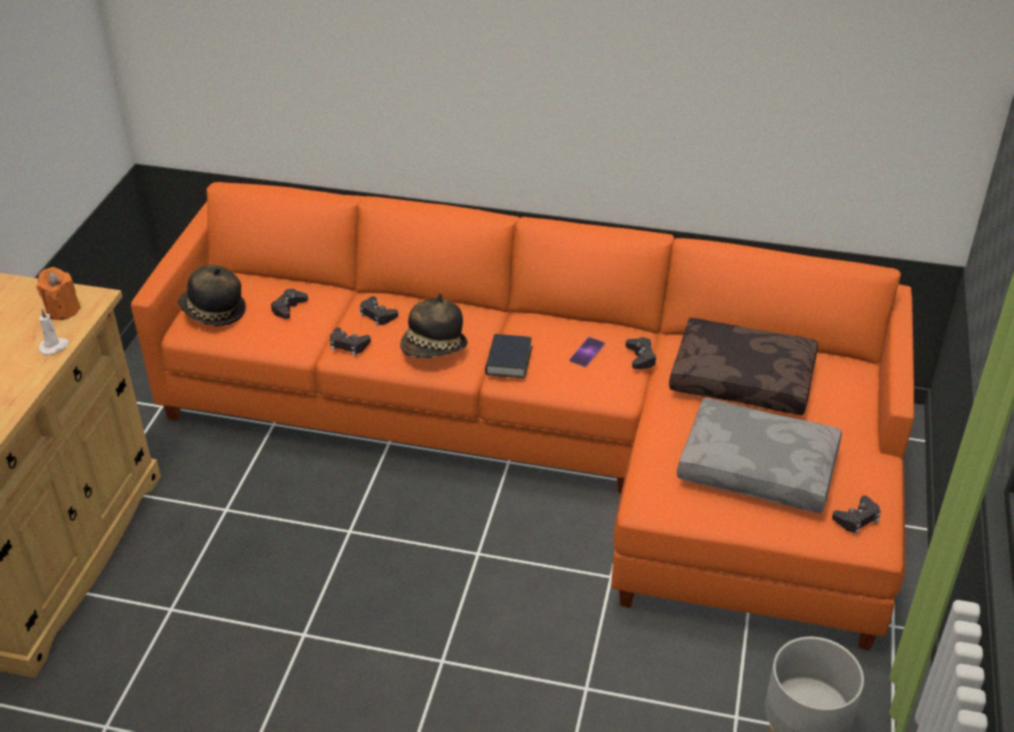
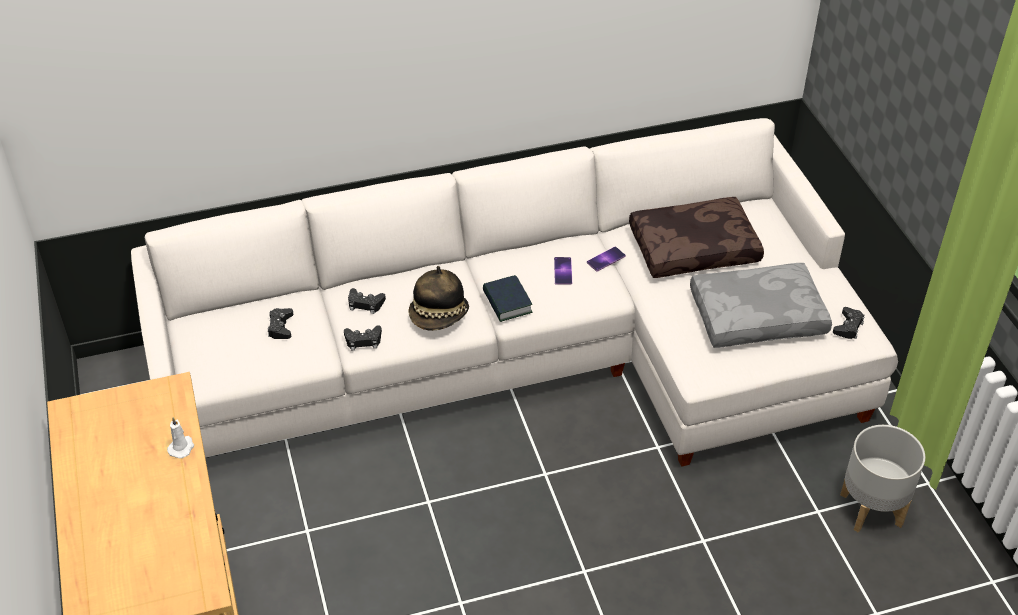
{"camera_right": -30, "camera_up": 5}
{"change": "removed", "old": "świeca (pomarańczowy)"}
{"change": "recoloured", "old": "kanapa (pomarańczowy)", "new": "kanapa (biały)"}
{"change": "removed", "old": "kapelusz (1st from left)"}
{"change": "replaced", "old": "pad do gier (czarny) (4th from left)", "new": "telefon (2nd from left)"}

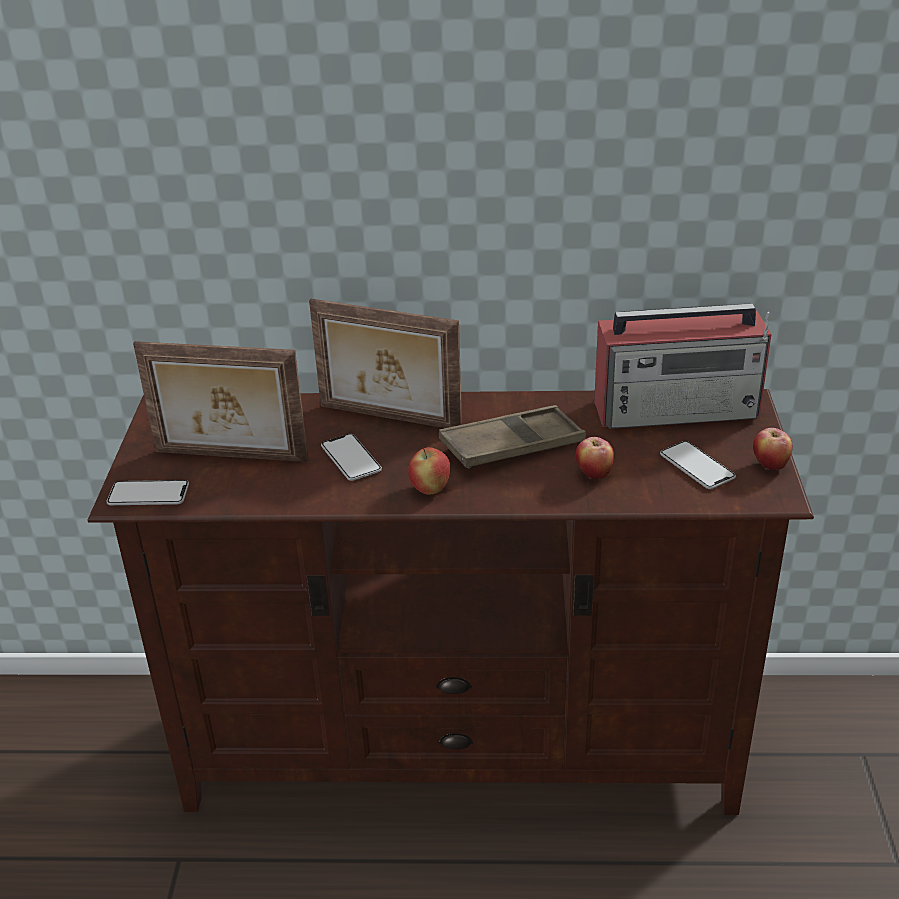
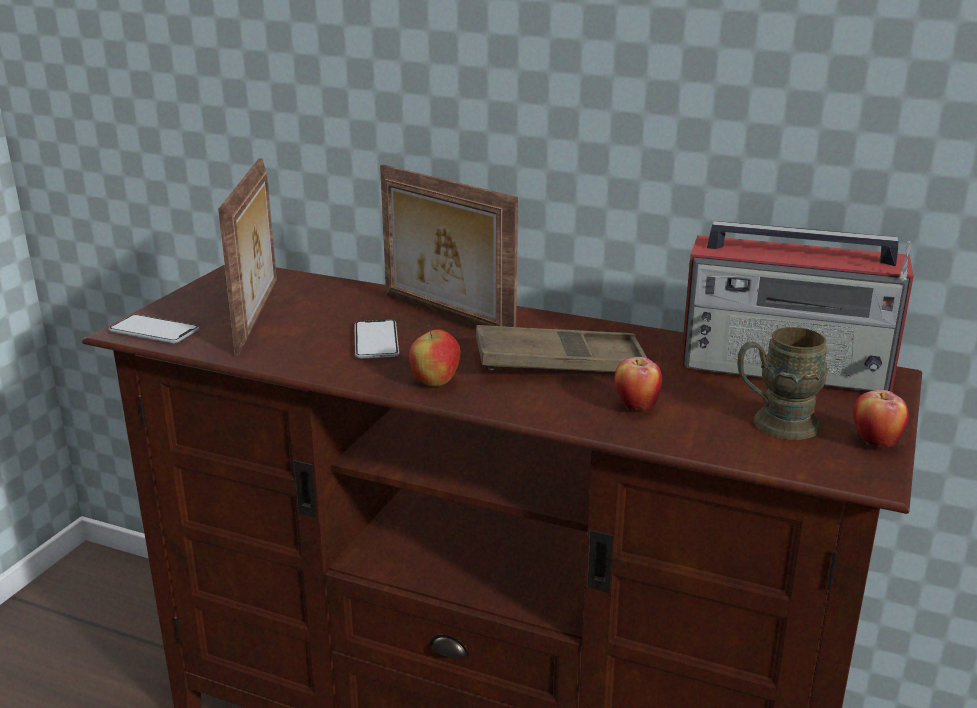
{"camera_right": 20, "camera_up": -10}
{"change": "turned", "old": "ramka na zdjęcie (1st from left)", "degrees": -120}
{"change": "replaced", "old": "telefon (3rd from left)", "new": "kubek (brązowy)"}

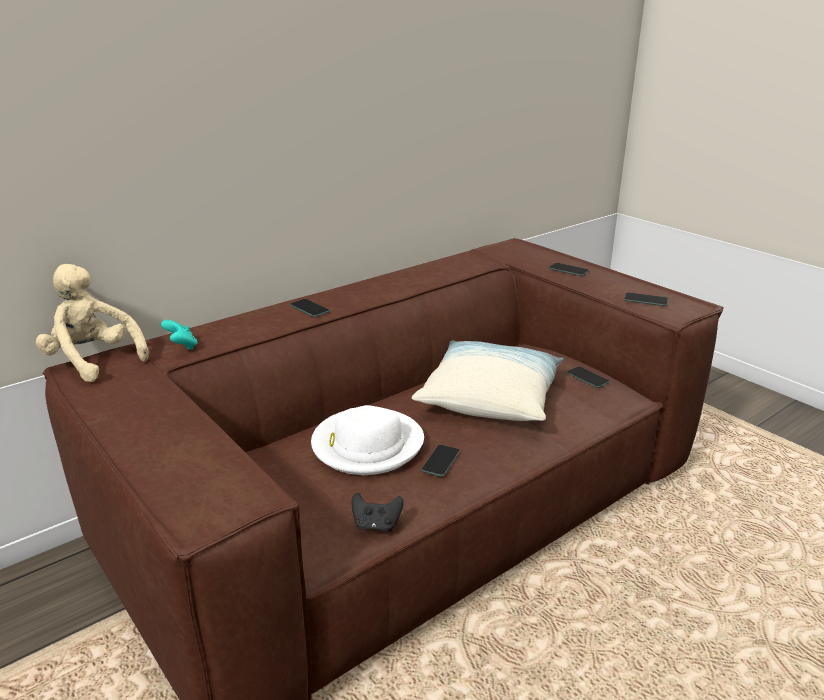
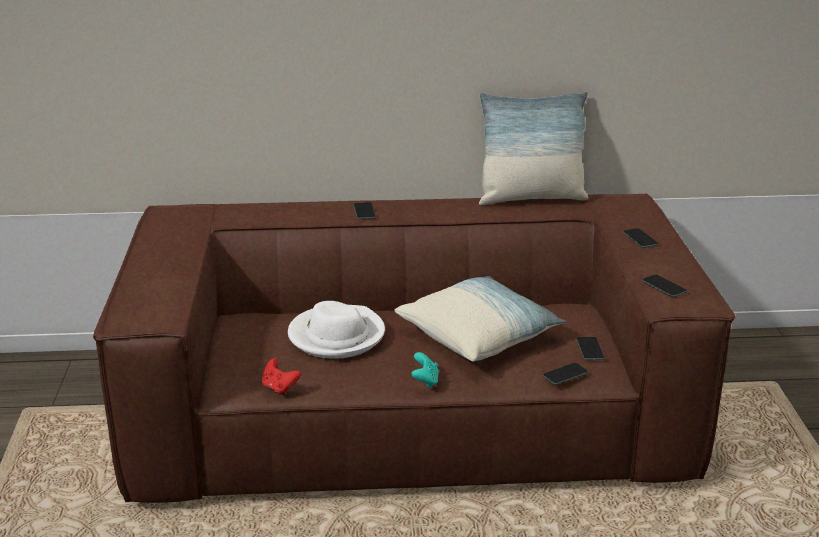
{"camera_right": 35, "camera_up": 0}
{"change": "removed", "old": "pluszak (beżowy)"}
{"change": "moved", "old": "pad do gier (turkusowy)"}
{"change": "recoloured", "old": "pad do gier (czarny)", "new": "pad do gier (czerwony)"}
{"change": "moved", "old": "telefon (2nd from left)"}
{"change": "added", "new": "poduszka (2nd from left)"}

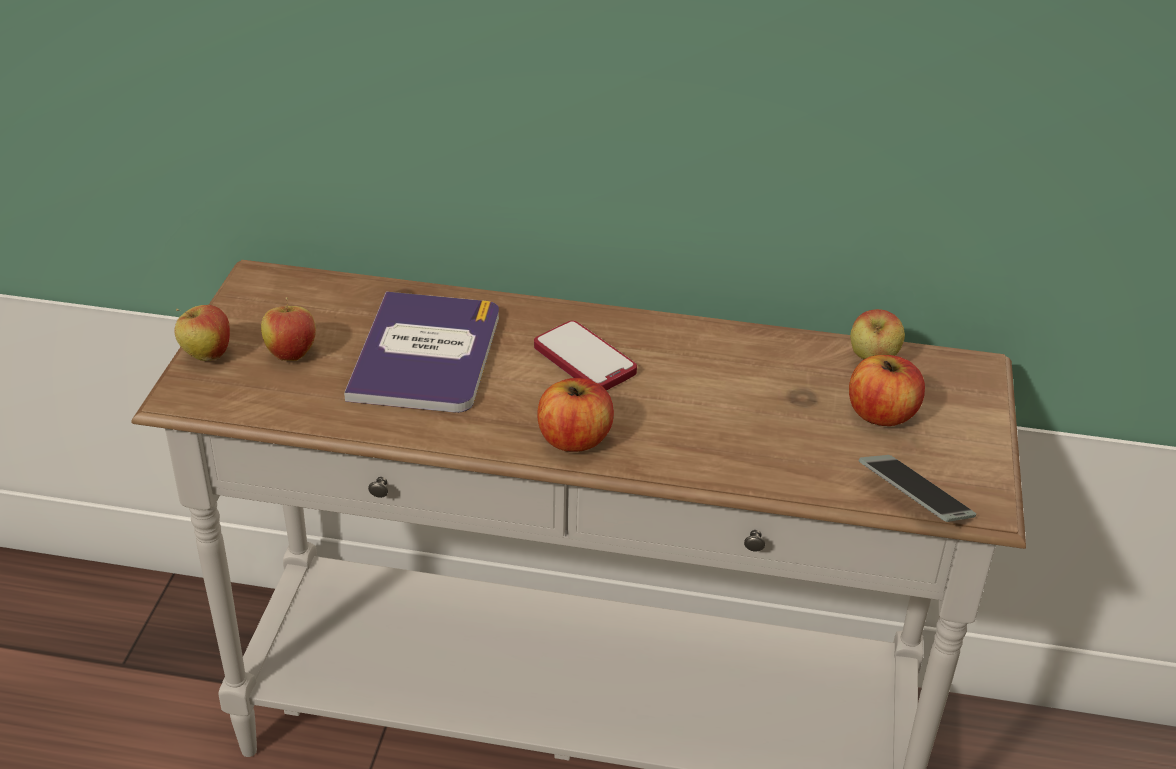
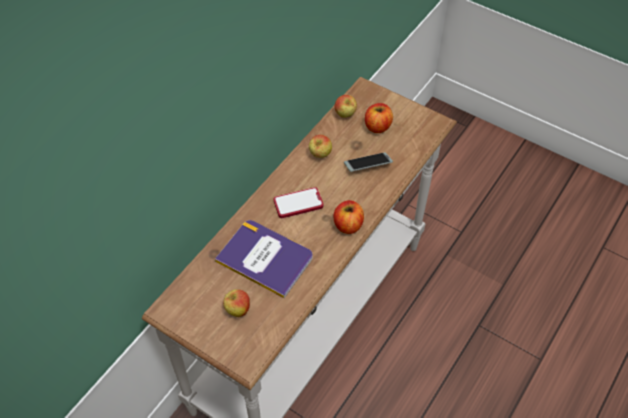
{"camera_right": -65, "camera_up": 15}
{"change": "moved", "old": "jabłko (1st from left in the first image)", "new": "jabłko (2nd from left)"}
{"change": "moved", "old": "telefon (2nd from left)"}

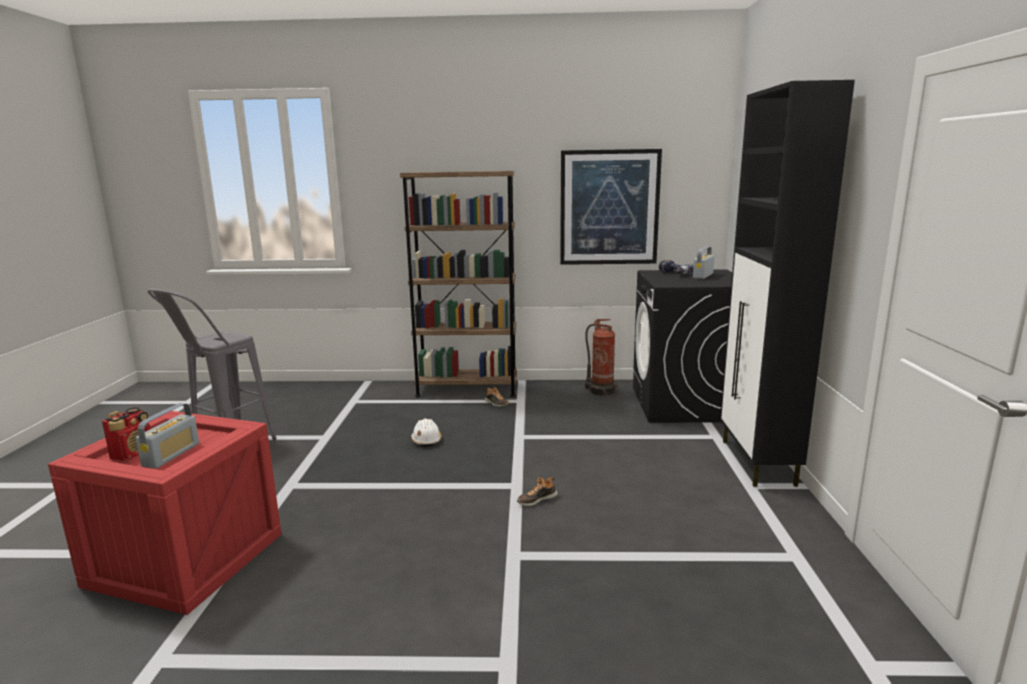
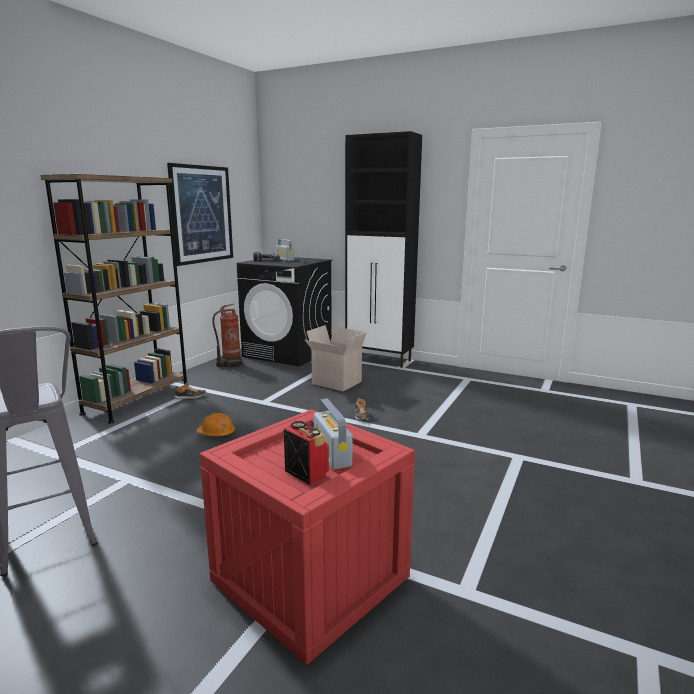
{"camera_right": -65, "camera_up": 0}
{"change": "turned", "old": "radio (2nd from left in the first image)", "degrees": -150}
{"change": "recoloured", "old": "kask (biały)", "new": "kask (pomarańczowy)"}
{"change": "added", "new": "karton"}

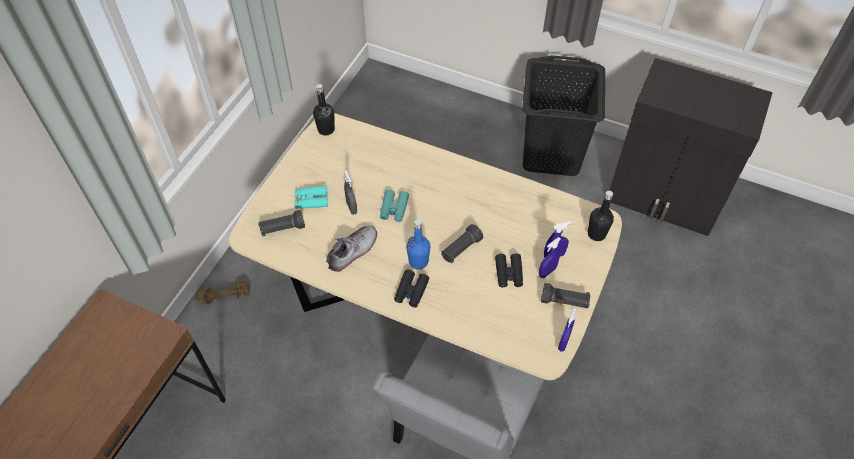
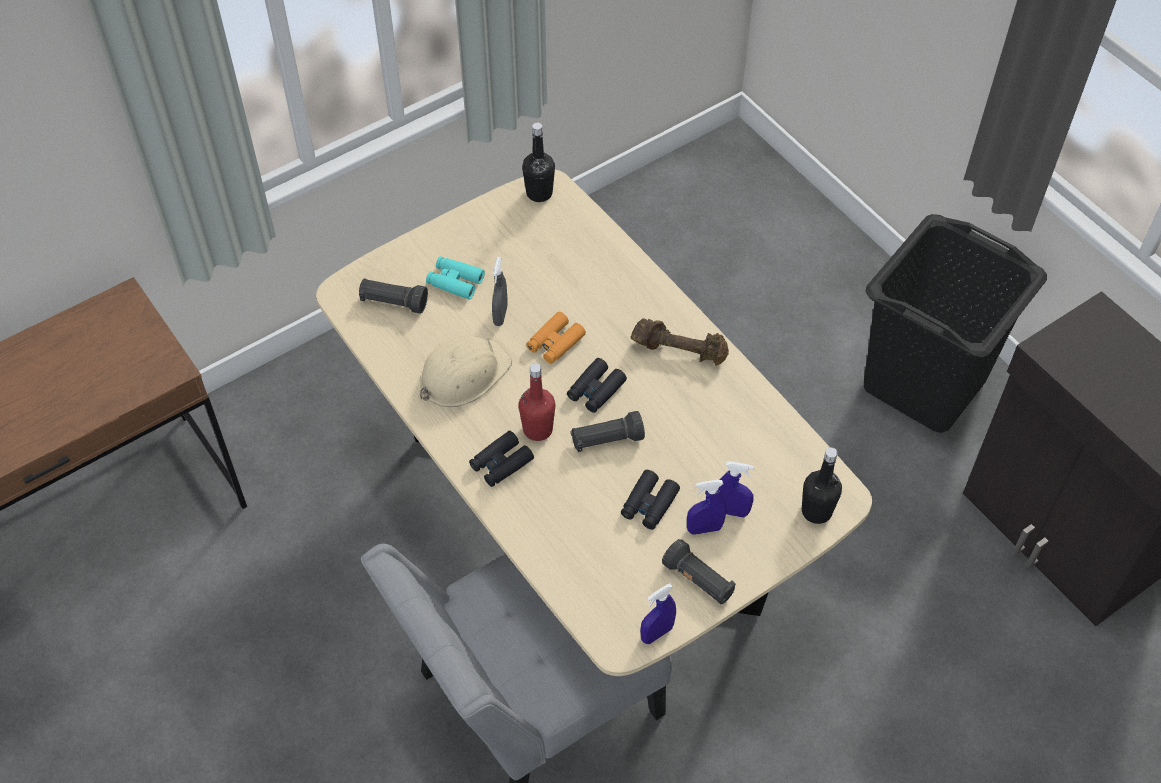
{"camera_right": 30, "camera_up": 0}
{"change": "moved", "old": "hantel (brązowy)"}
{"change": "replaced", "old": "but", "new": "kask (beżowy)"}
{"change": "recoloured", "old": "lornetka (turkusowy) (2nd from left)", "new": "lornetka (pomarańczowy)"}
{"change": "recoloured", "old": "butelka (niebieski)", "new": "butelka (czerwony)"}
{"change": "added", "new": "lornetka (czarny) (2nd from left)"}

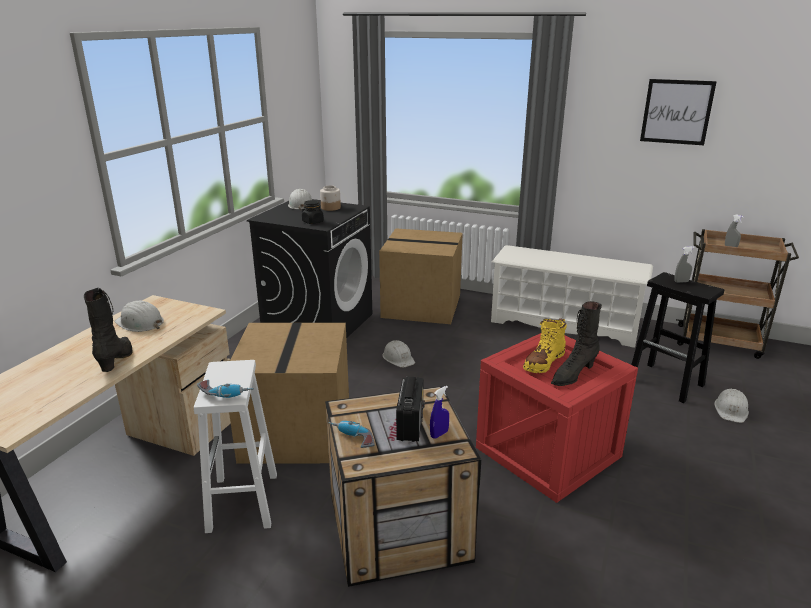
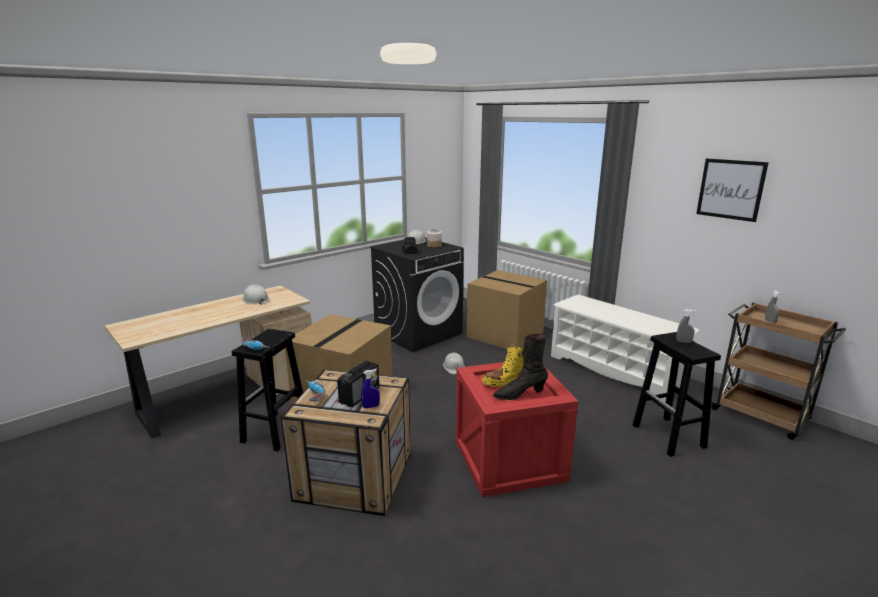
{"camera_right": 25, "camera_up": -5}
{"change": "removed", "old": "but z cholewką (czarny) (1st from left)"}
{"change": "recoloured", "old": "stołek (biały)", "new": "stołek (czarny) (1st from left)"}
{"change": "removed", "old": "kask (biały) (4th from left)"}

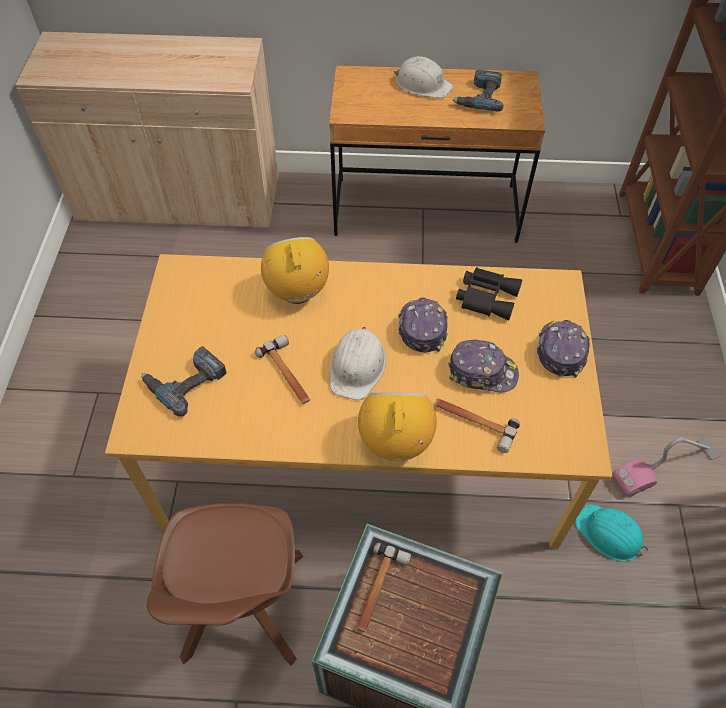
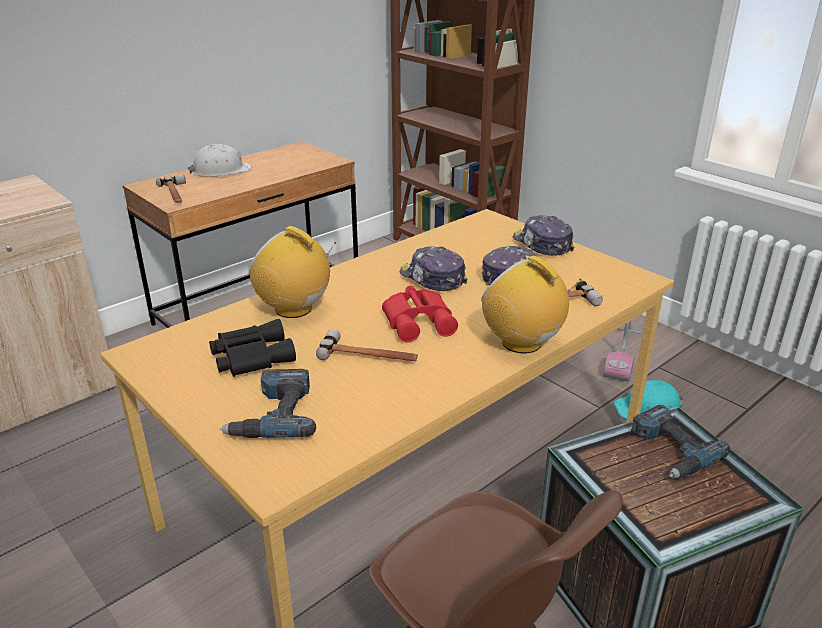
{"camera_right": -45, "camera_up": -25}
{"change": "replaced", "old": "kask (biały) (1st from left)", "new": "lornetka (czerwony)"}
{"change": "moved", "old": "młotek (2nd from left in the first image)", "new": "młotek (1st from left)"}
{"change": "moved", "old": "wiertarka (2nd from left)"}
{"change": "moved", "old": "lornetka (czarny)"}

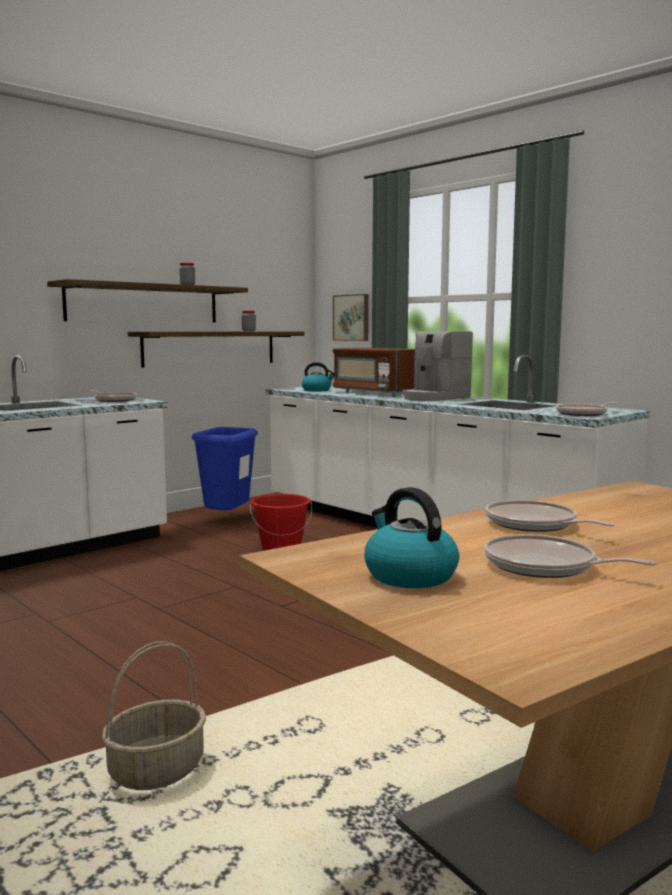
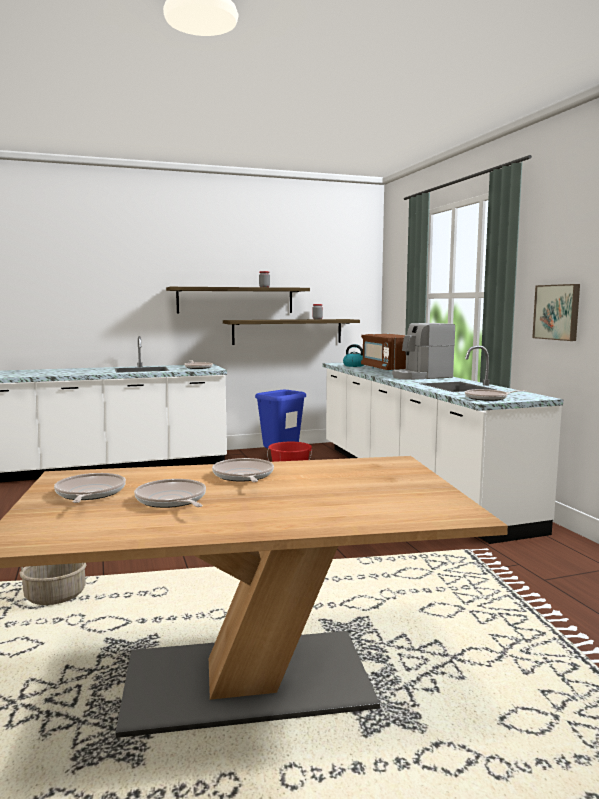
{"camera_right": 25, "camera_up": 0}
{"change": "moved", "old": "obraz"}
{"change": "replaced", "old": "czajnik (2nd from left)", "new": "patelnia (1st from left)"}

